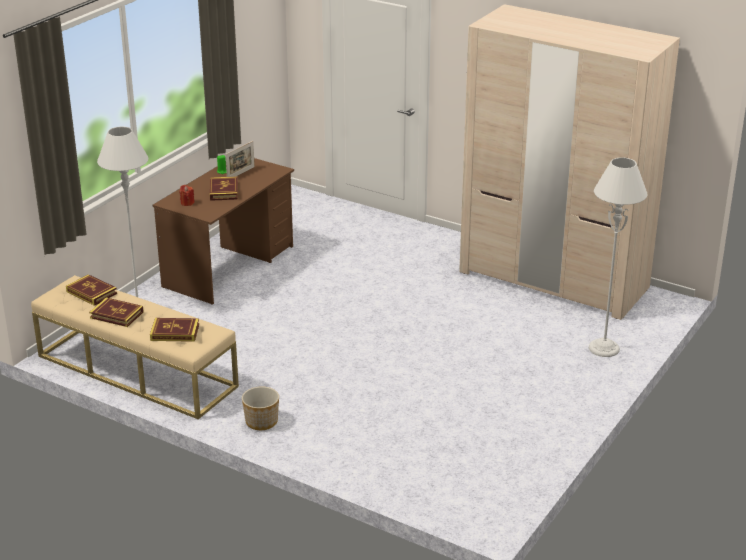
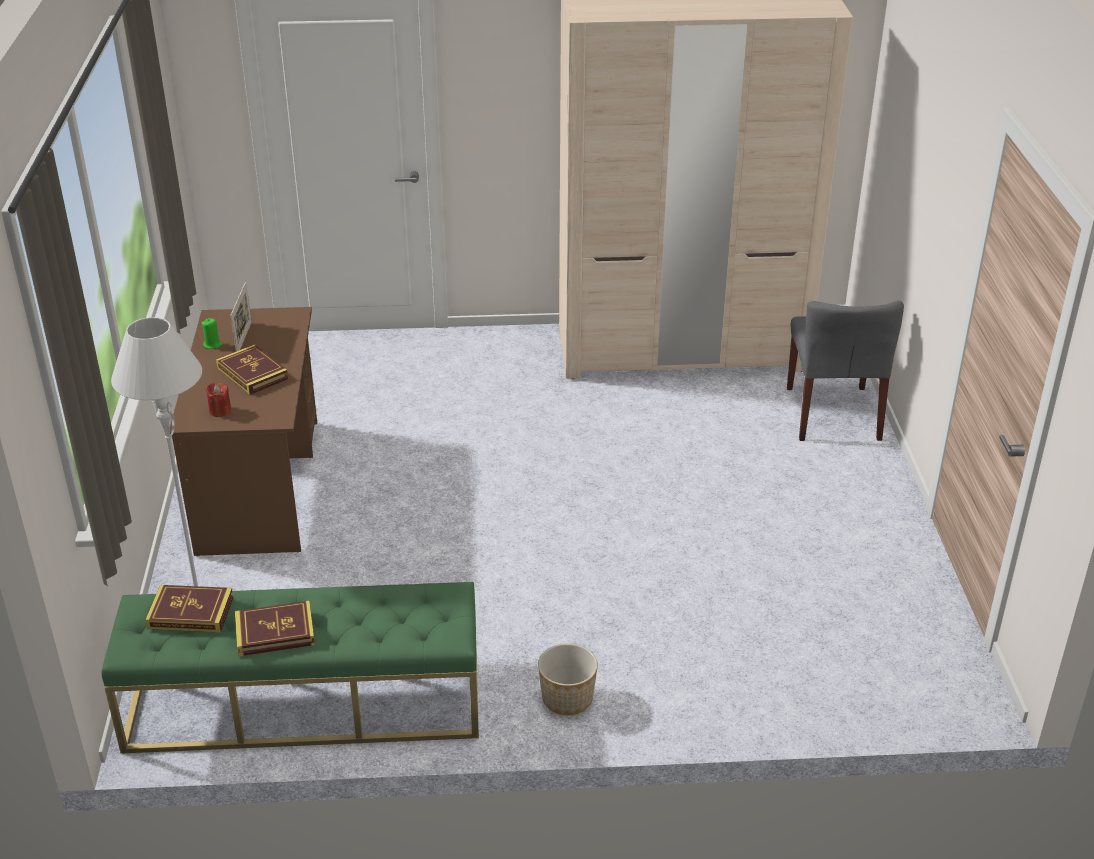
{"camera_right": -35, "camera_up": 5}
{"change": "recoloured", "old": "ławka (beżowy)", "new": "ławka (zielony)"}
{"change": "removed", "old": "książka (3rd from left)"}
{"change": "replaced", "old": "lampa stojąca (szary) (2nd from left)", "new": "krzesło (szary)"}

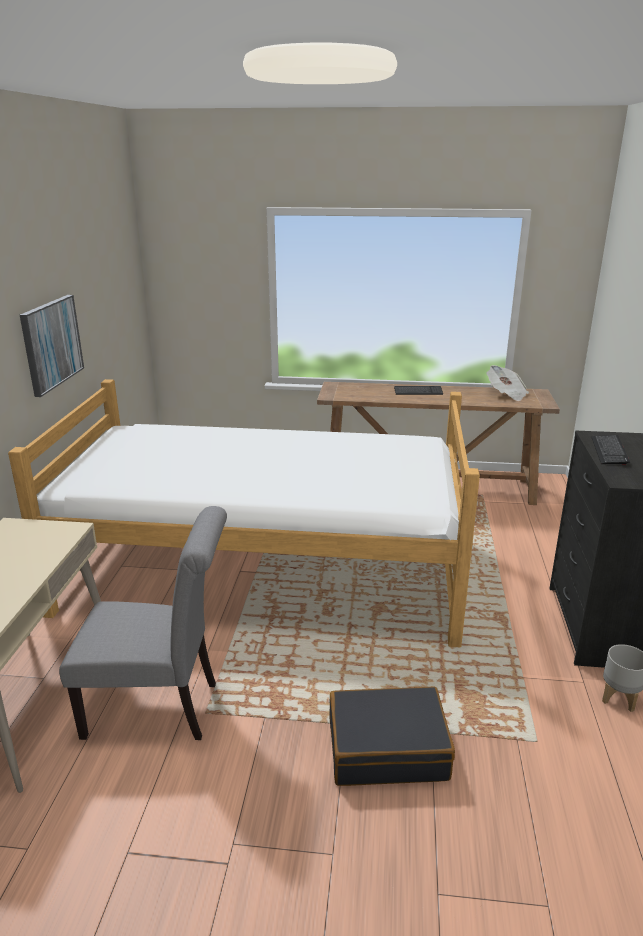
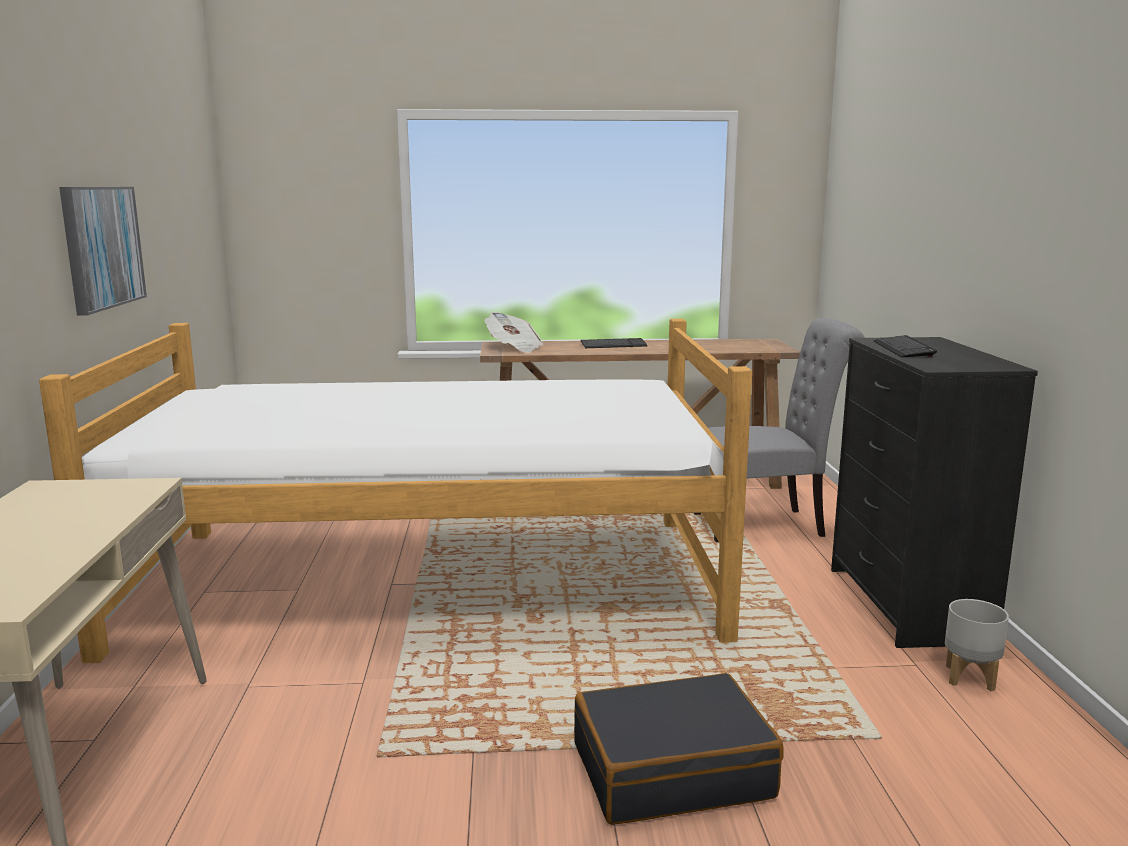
{"camera_right": -10, "camera_up": -10}
{"change": "moved", "old": "krzesło (szary)"}
{"change": "moved", "old": "gazeta"}

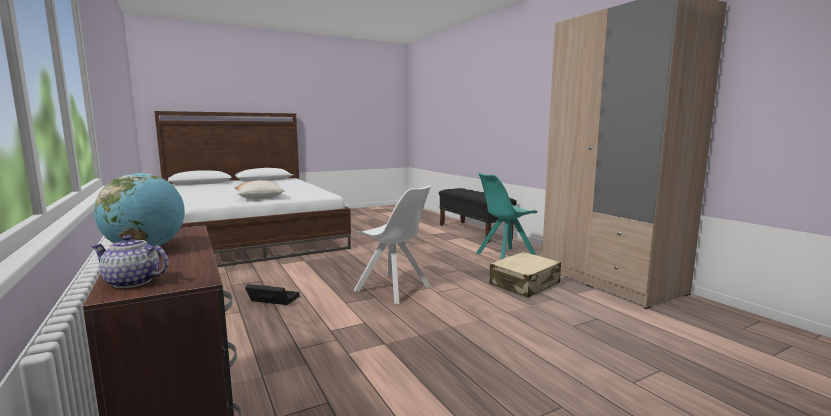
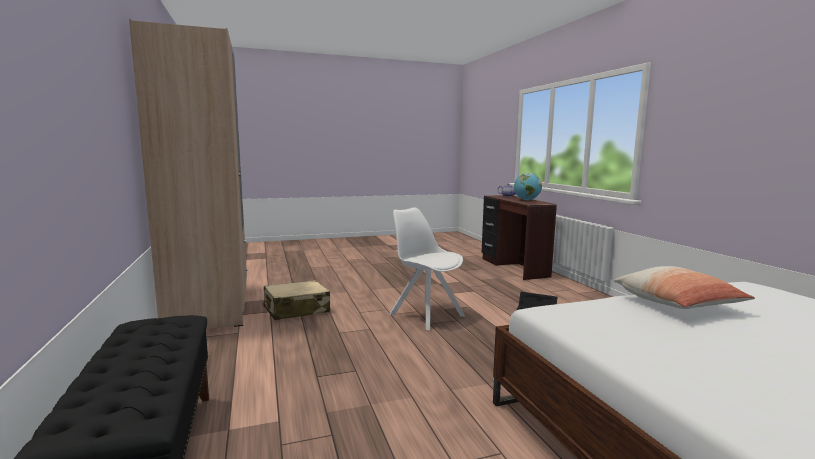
{"camera_right": -170, "camera_up": 0}
{"change": "removed", "old": "krzesło (turkusowy)"}

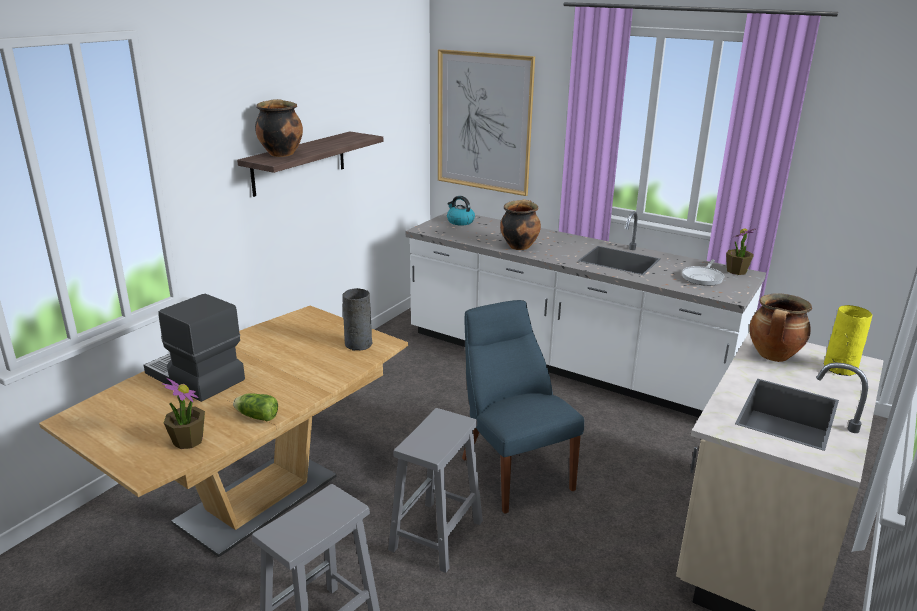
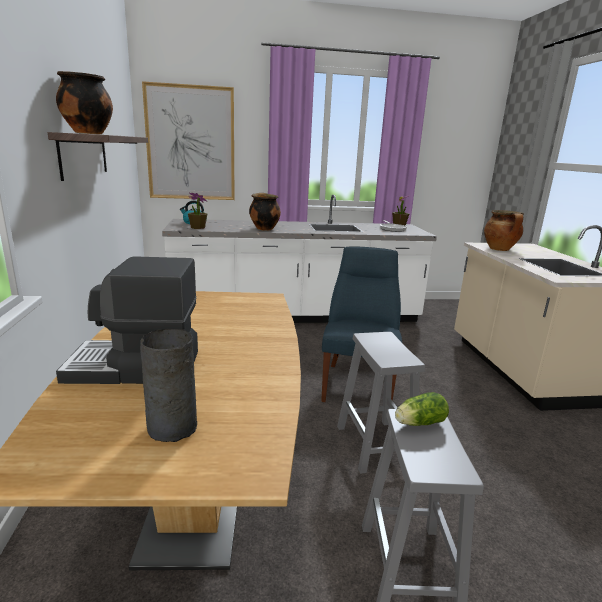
{"camera_right": -40, "camera_up": -5}
{"change": "moved", "old": "roślina doniczkowa (1st from left)"}
{"change": "moved", "old": "sałata"}
{"change": "moved", "old": "wazon (szary)"}
{"change": "turned", "old": "krzesło (niebieski)", "degrees": 75}
{"change": "removed", "old": "wazon (żółty)"}

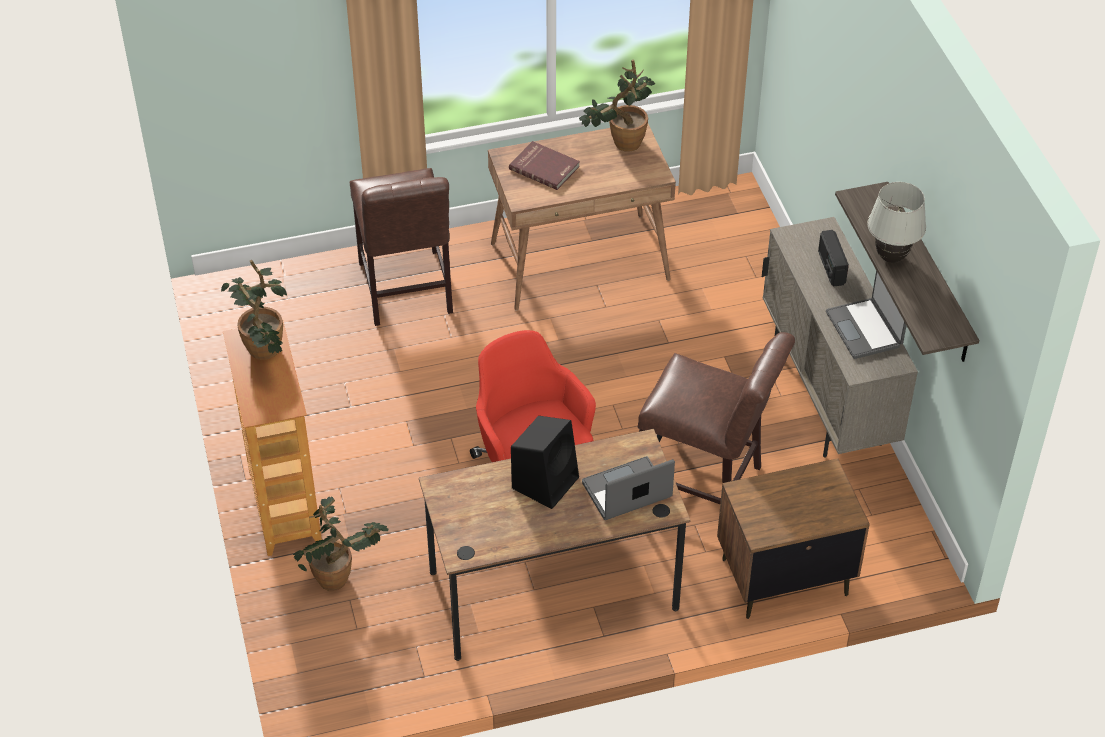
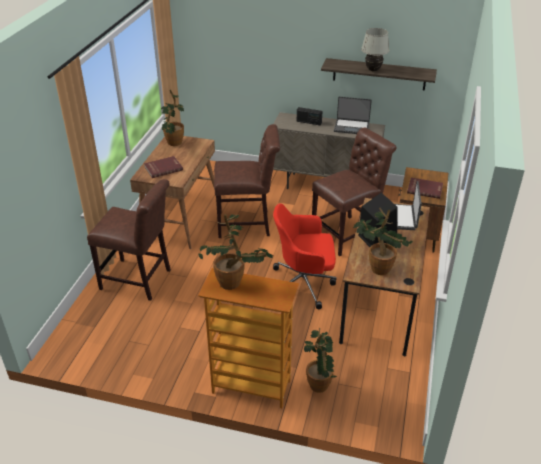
{"camera_right": -60, "camera_up": -10}
{"change": "added", "new": "krzesło (brązowy) (2nd from left)"}
{"change": "added", "new": "roślina doniczkowa (4th from left)"}
{"change": "added", "new": "książka (czerwony) (2nd from left)"}

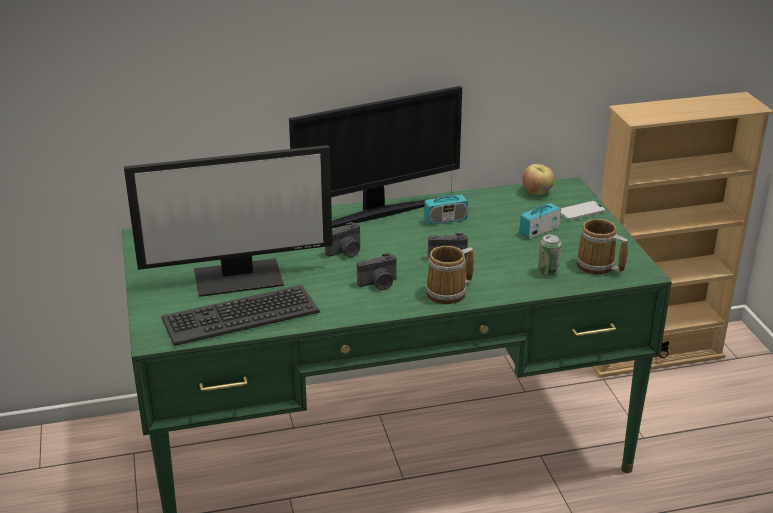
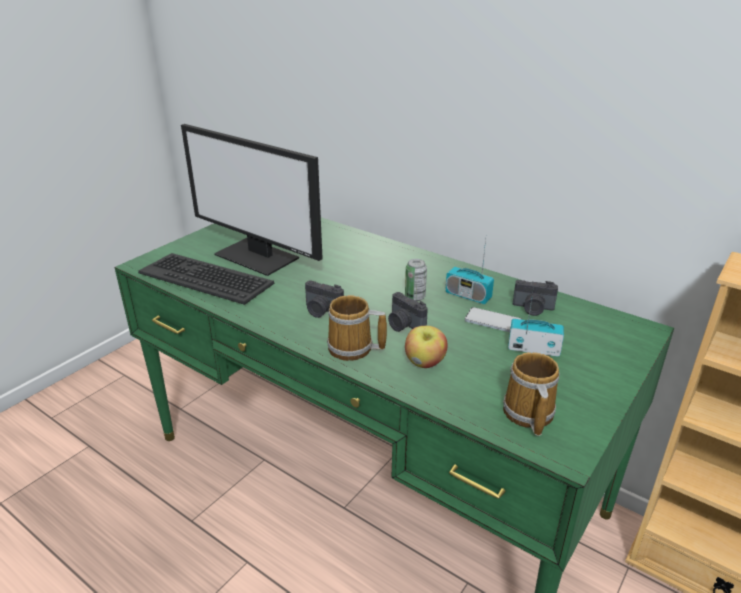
{"camera_right": 50, "camera_up": 0}
{"change": "removed", "old": "monitor (2nd from left)"}
{"change": "moved", "old": "aparat fotograficzny (1st from left in the first image)", "new": "aparat fotograficzny (3rd from left)"}
{"change": "moved", "old": "jabłko"}
{"change": "moved", "old": "puszka"}
{"change": "moved", "old": "telefon"}

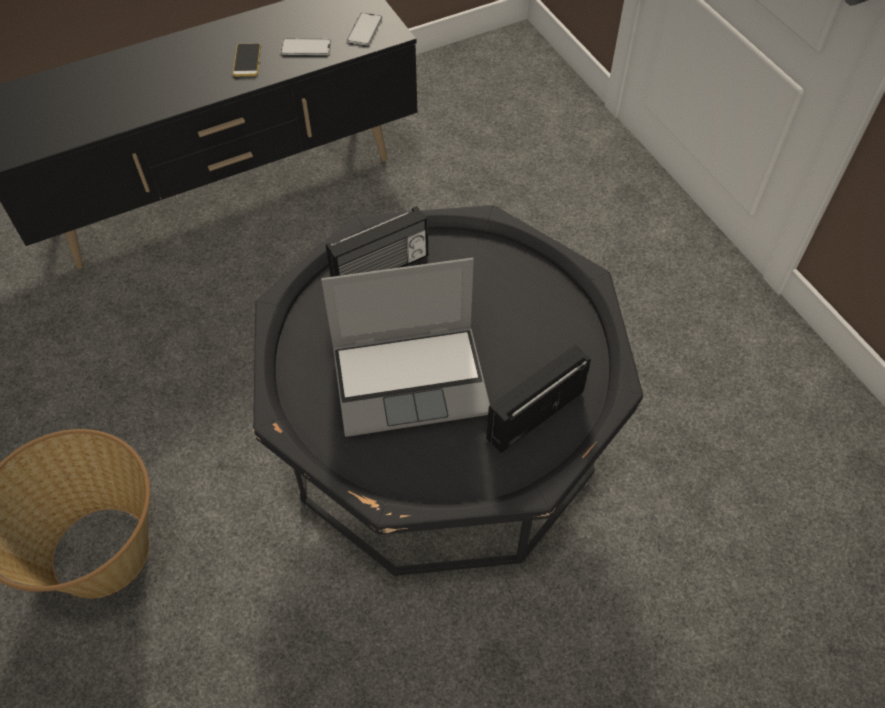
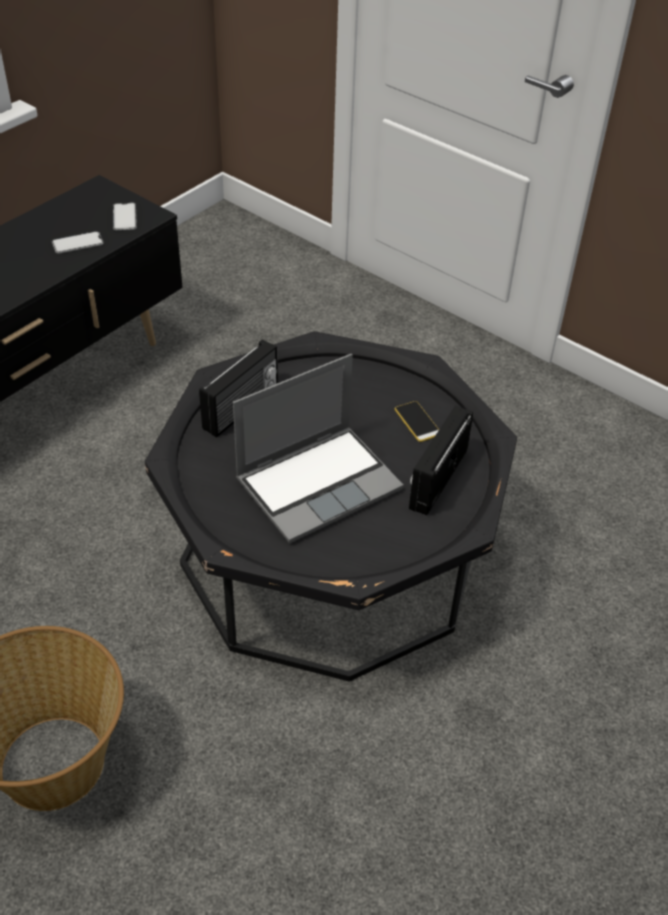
{"camera_right": -25, "camera_up": -10}
{"change": "moved", "old": "telefon (1st from left in the first image)", "new": "telefon (3rd from left)"}

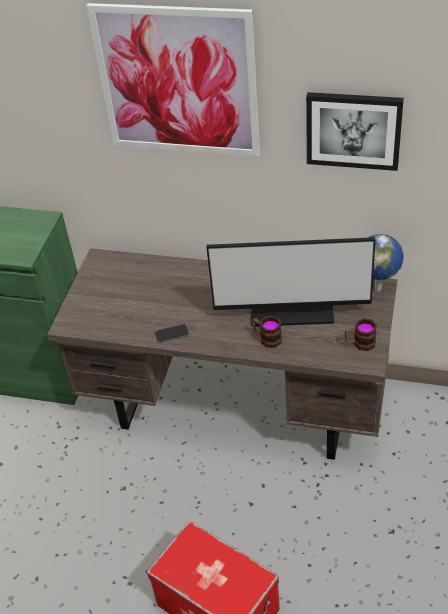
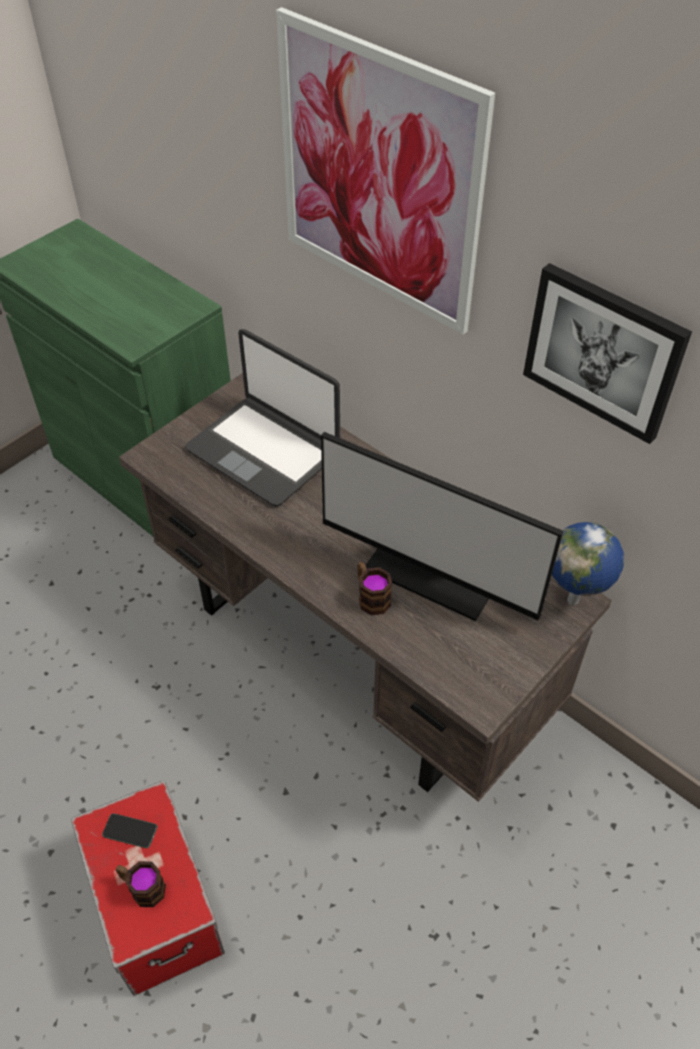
{"camera_right": 25, "camera_up": 5}
{"change": "moved", "old": "telefon"}
{"change": "moved", "old": "kubek (2nd from left in the first image)", "new": "kubek (1st from left)"}
{"change": "added", "new": "laptop"}

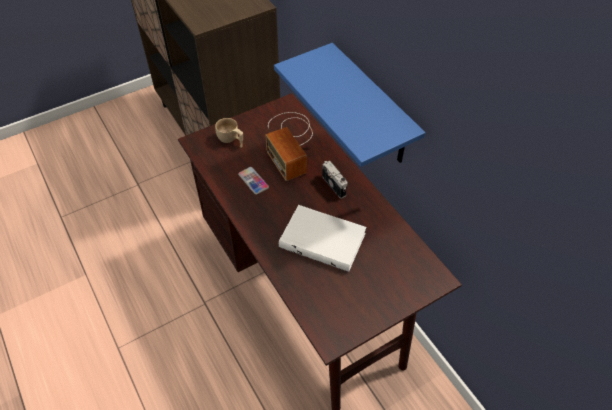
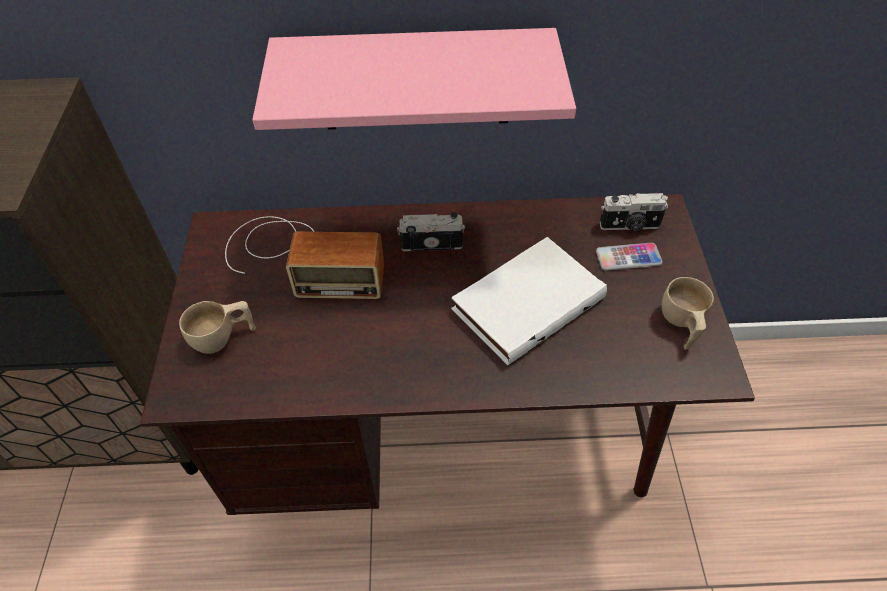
{"camera_right": -60, "camera_up": 0}
{"change": "moved", "old": "telefon"}
{"change": "recoloured", "old": "półka (niebieski)", "new": "półka (różowy)"}
{"change": "added", "new": "aparat fotograficzny (2nd from left)"}
{"change": "added", "new": "filiżanka (beżowy) (2nd from left)"}

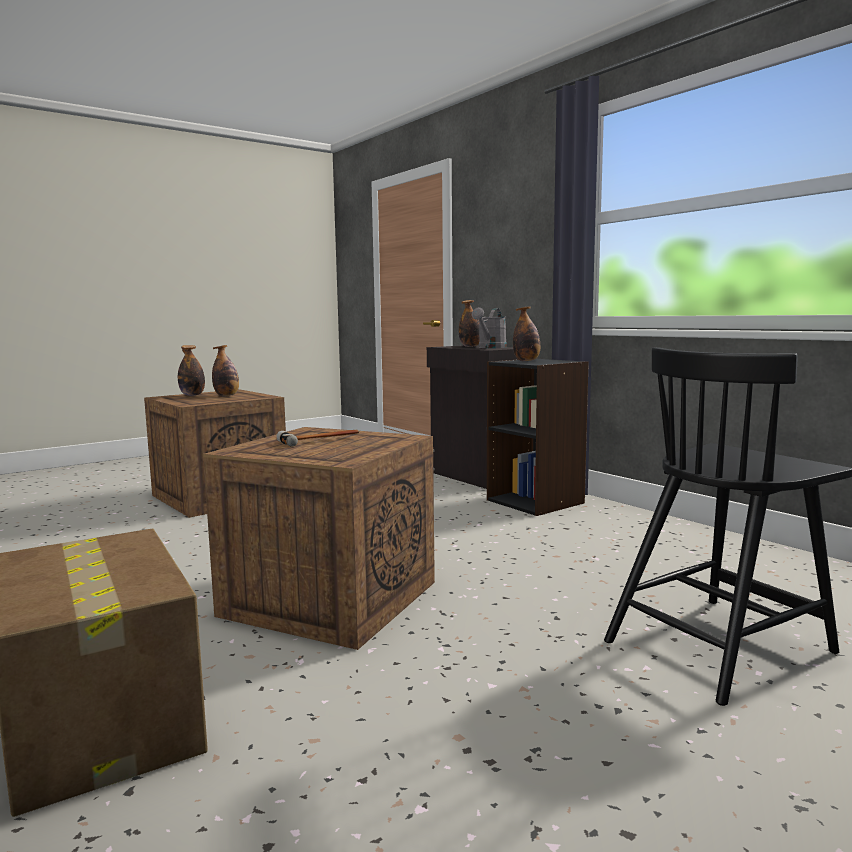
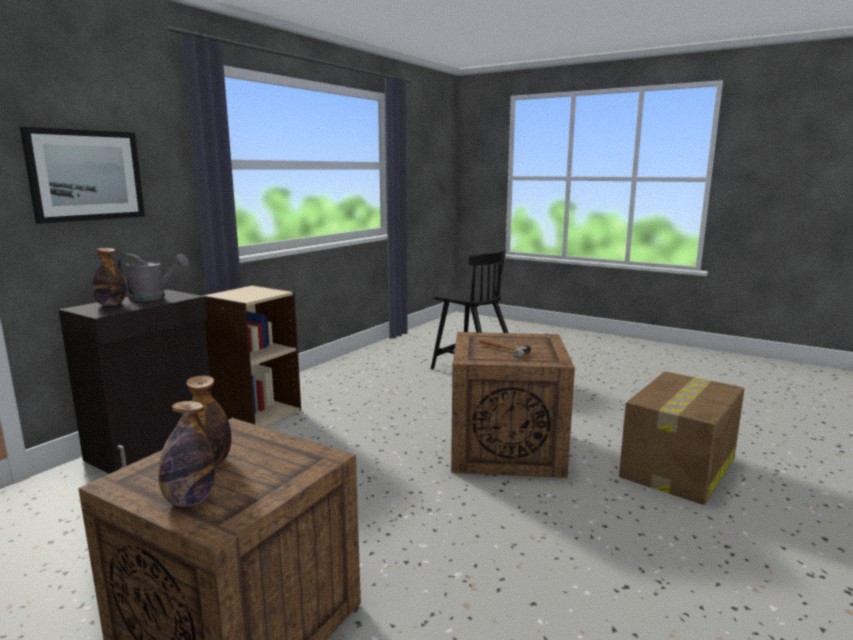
{"camera_right": -110, "camera_up": 5}
{"change": "recoloured", "old": "regał (czarny)", "new": "regał (beżowy)"}
{"change": "removed", "old": "butelka (4th from left)"}
{"change": "added", "new": "obraz"}

